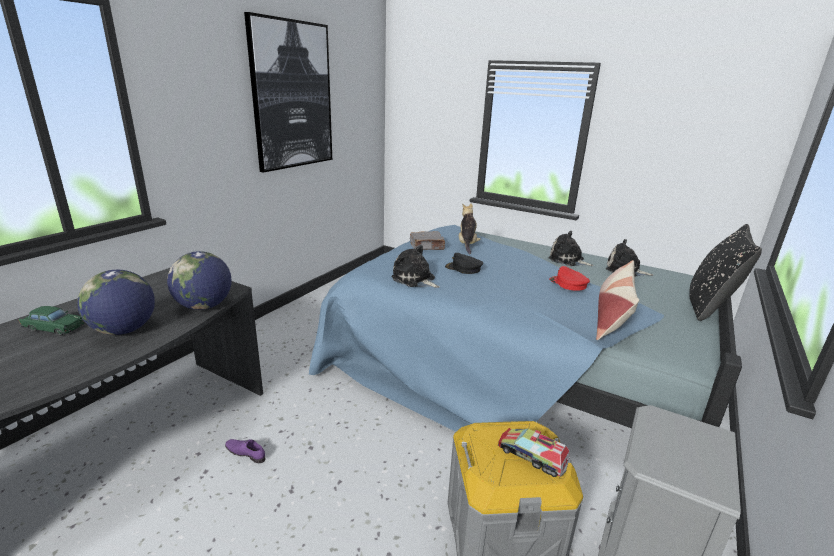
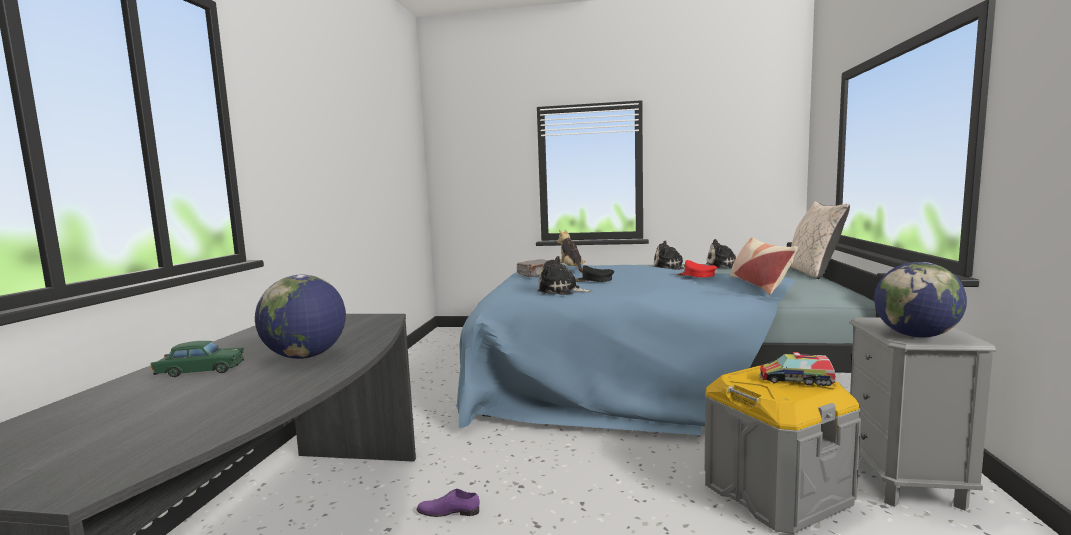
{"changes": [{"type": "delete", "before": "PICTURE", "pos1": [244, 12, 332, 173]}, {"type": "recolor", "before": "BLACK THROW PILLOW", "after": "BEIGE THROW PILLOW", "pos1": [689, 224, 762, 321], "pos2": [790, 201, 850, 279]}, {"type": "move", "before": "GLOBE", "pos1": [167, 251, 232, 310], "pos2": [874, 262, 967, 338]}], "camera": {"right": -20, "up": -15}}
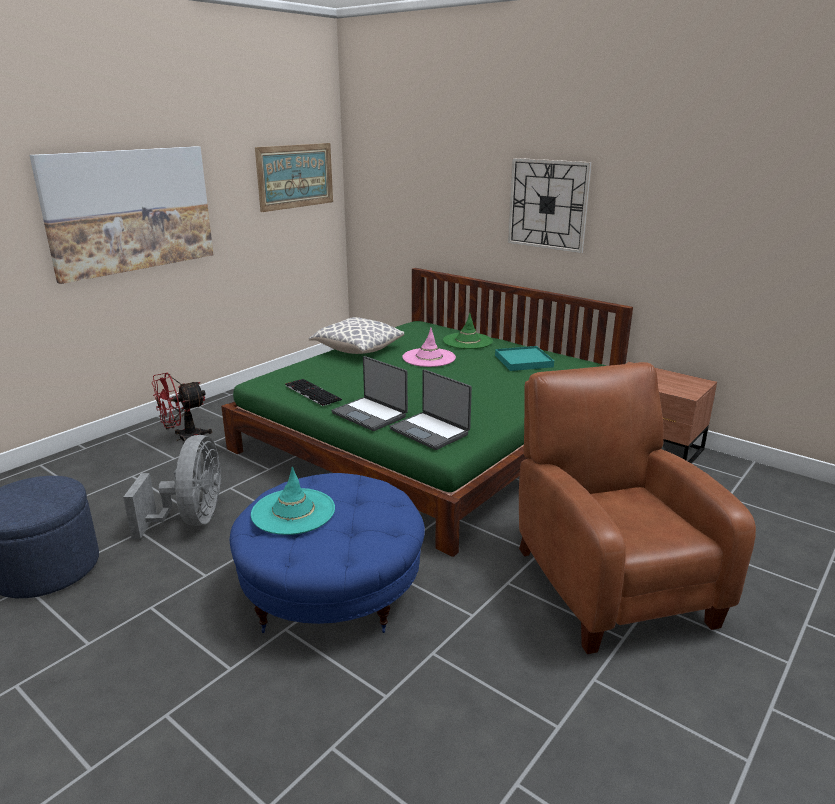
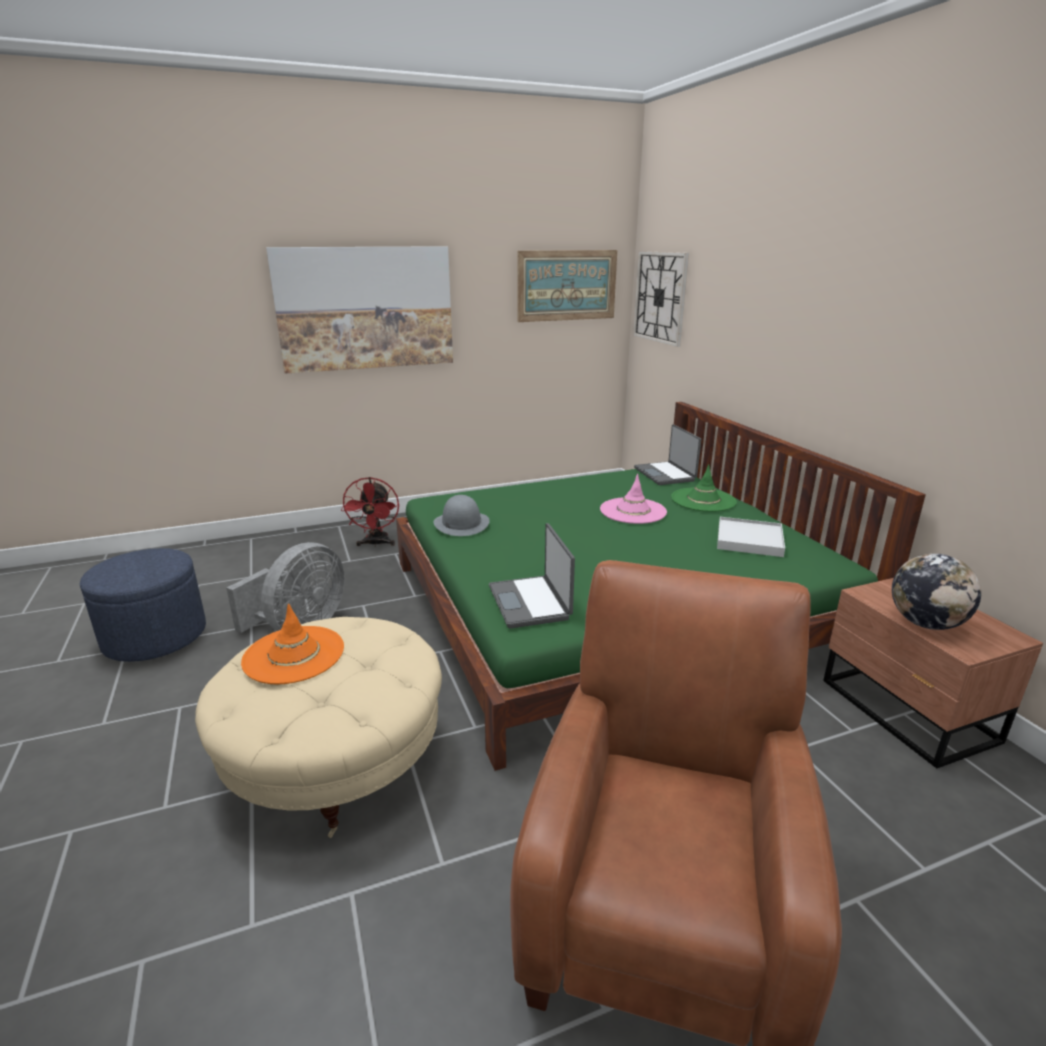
{"changes": [{"type": "move", "before": "HANGING CLOCK", "pos1": [508, 158, 592, 253], "pos2": [633, 251, 689, 347]}, {"type": "delete", "before": "THROW PILLOW", "pos1": [309, 317, 404, 354]}, {"type": "recolor", "before": "TURQUOISE SERVING TRAY", "after": "WHITE SERVING TRAY", "pos1": [495, 346, 554, 371], "pos2": [717, 517, 785, 557]}, {"type": "move", "before": "PORTABLE COMPUTER", "pos1": [332, 356, 408, 431], "pos2": [634, 424, 702, 485]}, {"type": "rotate", "before": "RED COOLING FAN", "pos1": [152, 373, 212, 442], "pos2": [341, 477, 399, 547], "turn": -90}, {"type": "replace", "before": "PC KEYBOARD", "after": "GREYISH WEARABLE HAT", "pos1": [285, 379, 342, 406], "pos2": [433, 495, 490, 536]}, {"type": "recolor", "before": "TURQUOISE WEARABLE HAT", "after": "ORANGE-COLOURED WEARABLE HAT", "pos1": [251, 467, 335, 535], "pos2": [241, 603, 344, 685]}, {"type": "recolor", "before": "BLUE-COLOURED OTTOMAN", "after": "BEIGE OTTOMAN", "pos1": [230, 473, 425, 633], "pos2": [195, 617, 442, 838]}, {"type": "insert", "after": "GLOBE", "pos2": [892, 553, 981, 630]}], "camera": {"right": 30, "up": 0}}
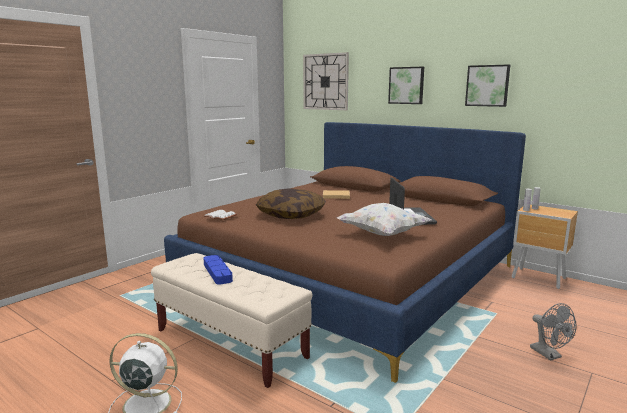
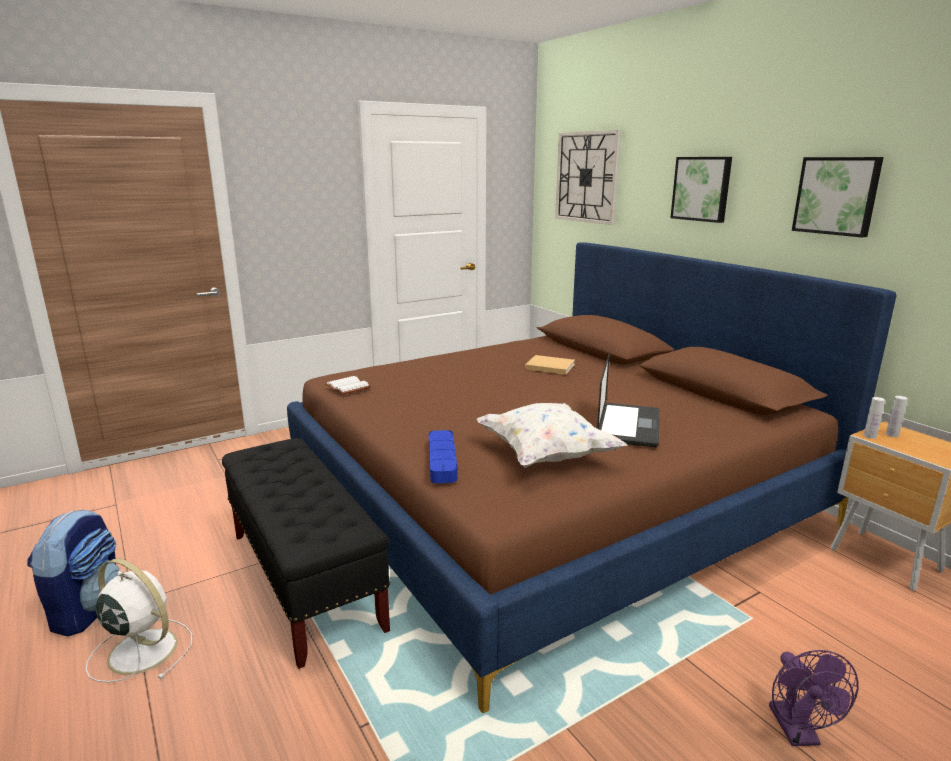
{"changes": [{"type": "delete", "before": "THROW PILLOW", "pos1": [256, 188, 326, 219]}, {"type": "recolor", "before": "BEIGE BENCH", "after": "BLACK BENCH", "pos1": [151, 253, 313, 388], "pos2": [222, 438, 390, 669]}, {"type": "move", "before": "BLUE-COLOURED SERVING TRAY", "pos1": [203, 255, 233, 285], "pos2": [429, 430, 458, 483]}, {"type": "recolor", "before": "GREYISH COOLING FAN", "after": "PURPLE COOLING FAN", "pos1": [530, 303, 577, 361], "pos2": [769, 650, 859, 746]}, {"type": "insert", "after": "BACKPACK", "pos2": [27, 510, 120, 636]}], "camera": {"right": 20, "up": 5}}
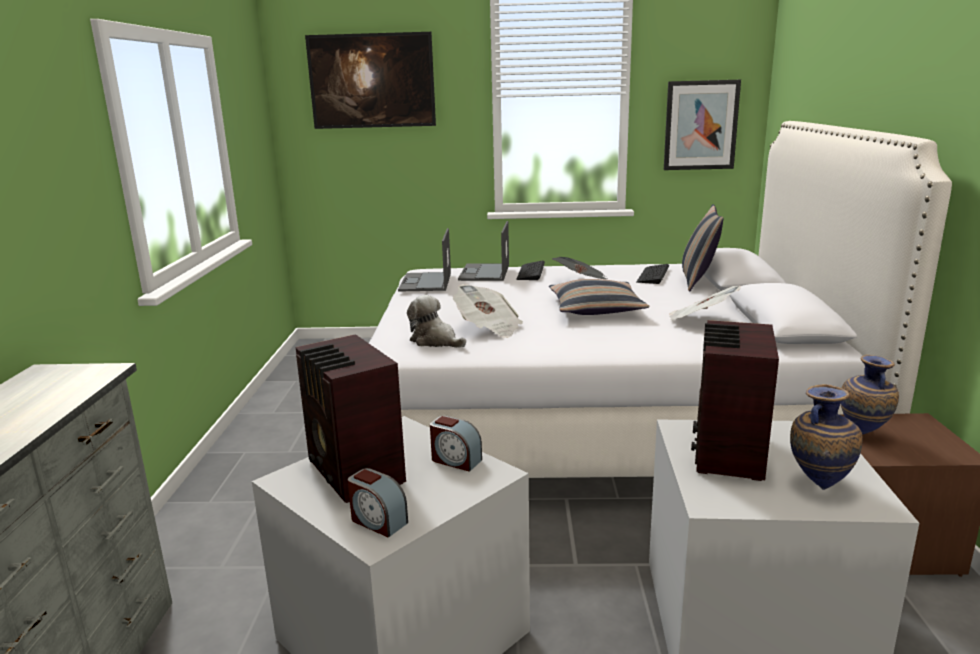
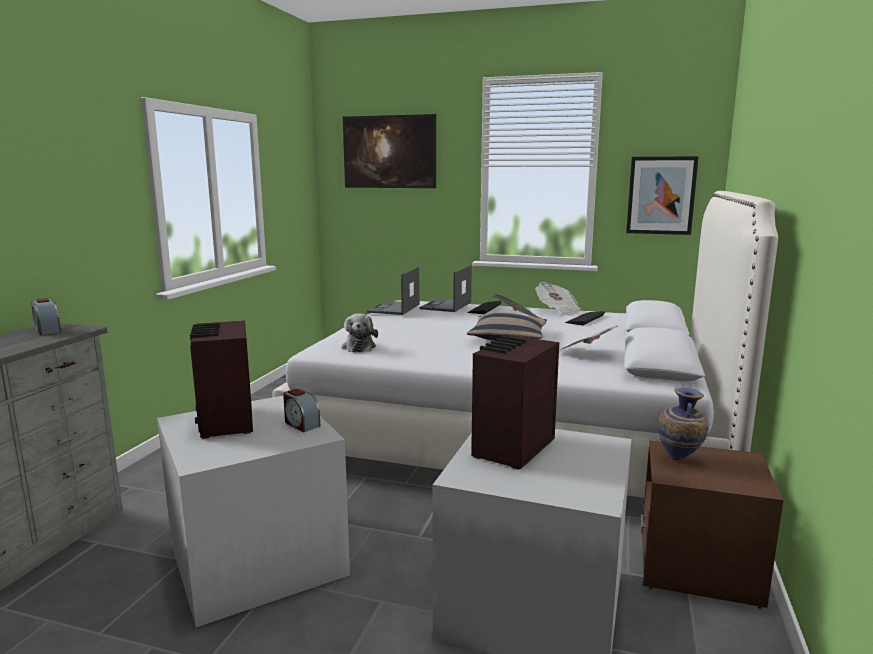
{"changes": [{"type": "delete", "before": "THROW PILLOW", "pos1": [682, 204, 724, 291]}, {"type": "move", "before": "DAILY PAPER", "pos1": [453, 284, 523, 338], "pos2": [535, 282, 581, 316]}, {"type": "rotate", "before": "CUDDLY TOY", "pos1": [407, 295, 466, 348], "pos2": [342, 313, 378, 352], "turn": -150}, {"type": "delete", "before": "VASE", "pos1": [790, 384, 863, 490]}, {"type": "move", "before": "TABLE CLOCK", "pos1": [348, 468, 408, 538], "pos2": [31, 298, 62, 335]}], "camera": {"right": 15, "up": -5}}
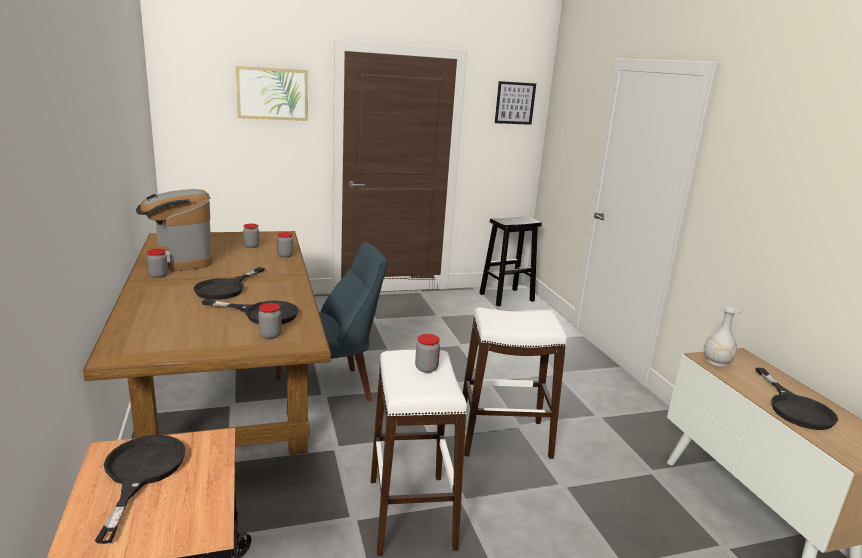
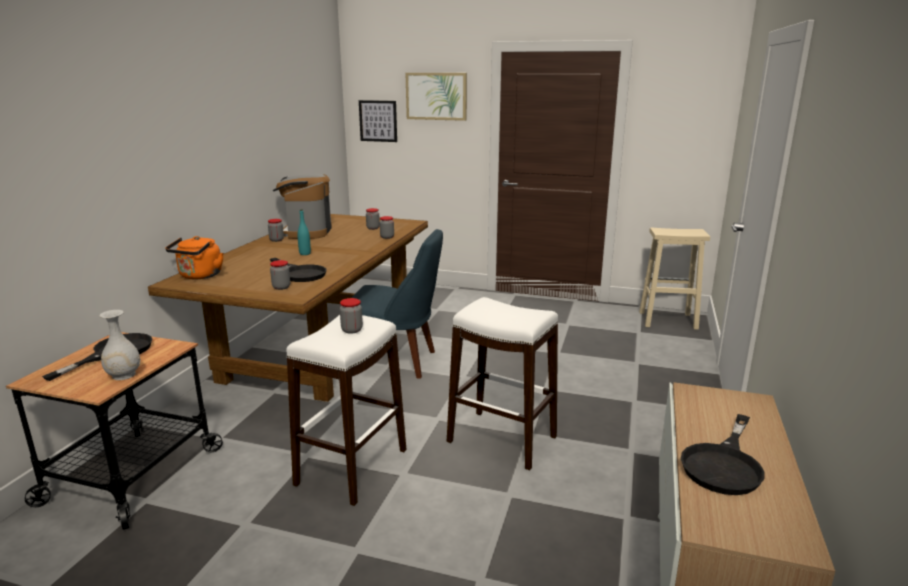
{"changes": [{"type": "move", "before": "PICTURE", "pos1": [495, 81, 536, 125], "pos2": [359, 100, 397, 142]}, {"type": "recolor", "before": "BLACK STOOL", "after": "BEIGE STOOL", "pos1": [479, 216, 542, 306], "pos2": [639, 228, 710, 330]}, {"type": "replace", "before": "BLACK SKILLET", "after": "TURQUOISE DRINK BOTTLE", "pos1": [194, 267, 265, 300], "pos2": [297, 209, 311, 255]}, {"type": "move", "before": "WHITE VASE", "pos1": [704, 306, 741, 367], "pos2": [99, 310, 140, 380]}, {"type": "insert", "after": "ORANGE-COLOURED KETTLE", "pos2": [165, 236, 223, 279]}], "camera": {"right": 35, "up": 0}}
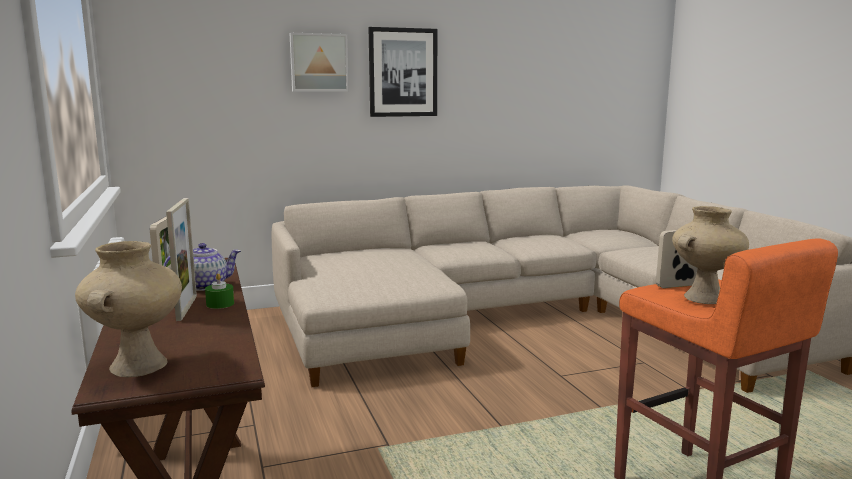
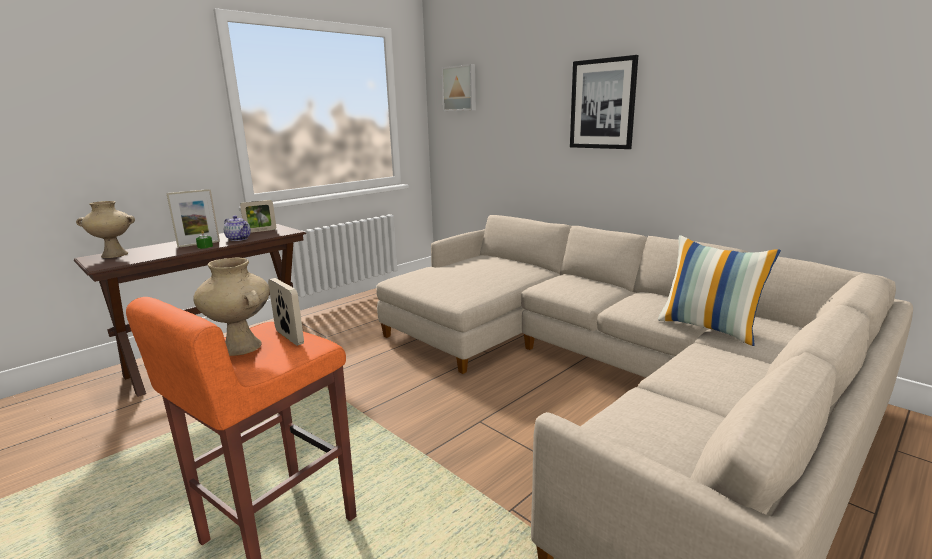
{"changes": [{"type": "move", "before": "PICTURE", "pos1": [289, 33, 349, 92], "pos2": [442, 64, 476, 111]}, {"type": "insert", "after": "THROW PILLOW", "pos2": [658, 235, 781, 346]}], "camera": {"right": 65, "up": 5}}
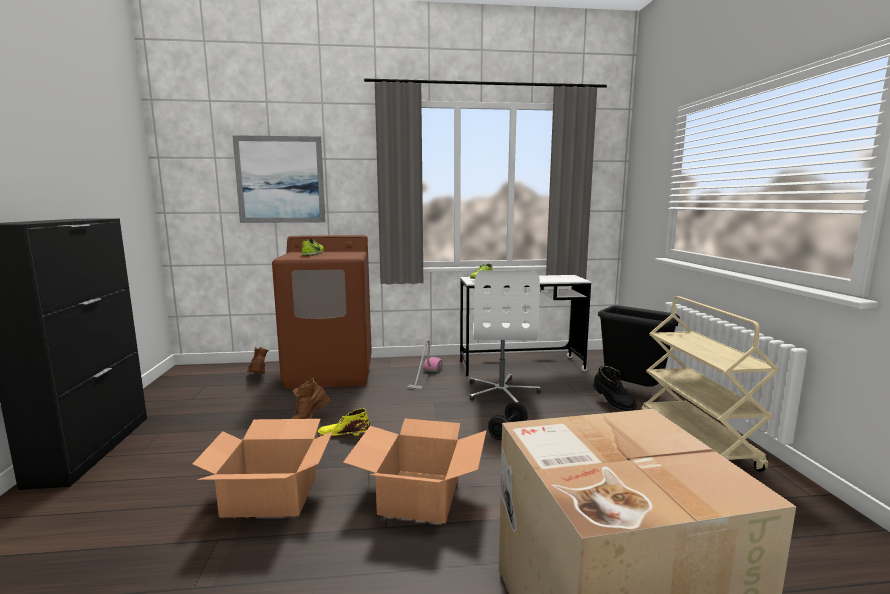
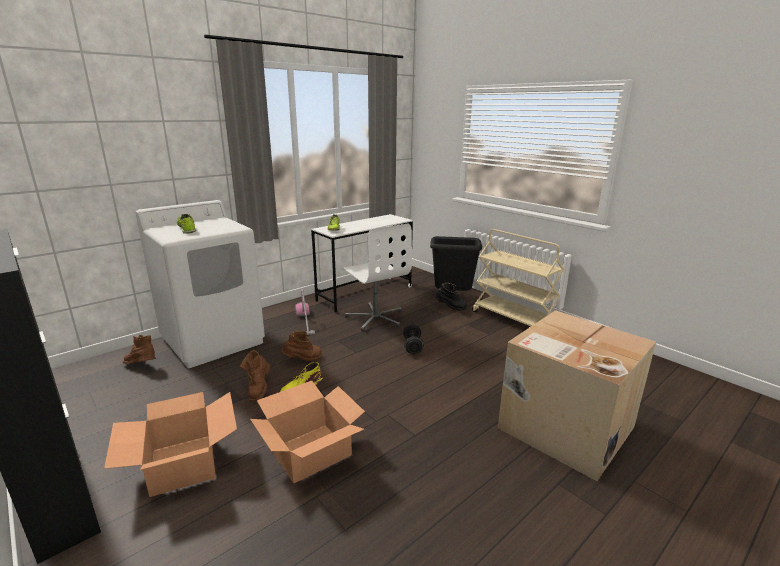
{"changes": [{"type": "delete", "before": "PICTURE", "pos1": [232, 135, 326, 223]}, {"type": "recolor", "before": "BROWN-COLOURED WASHING MACHINE", "after": "WHITE WASHING MACHINE", "pos1": [272, 235, 372, 389], "pos2": [135, 200, 265, 368]}, {"type": "move", "before": "PACKING BOX", "pos1": [343, 418, 487, 524], "pos2": [104, 392, 237, 497]}, {"type": "insert", "after": "BROWN-COLOURED HIGH-TOP BOOT", "pos2": [281, 331, 322, 361]}], "camera": {"right": -35, "up": 10}}
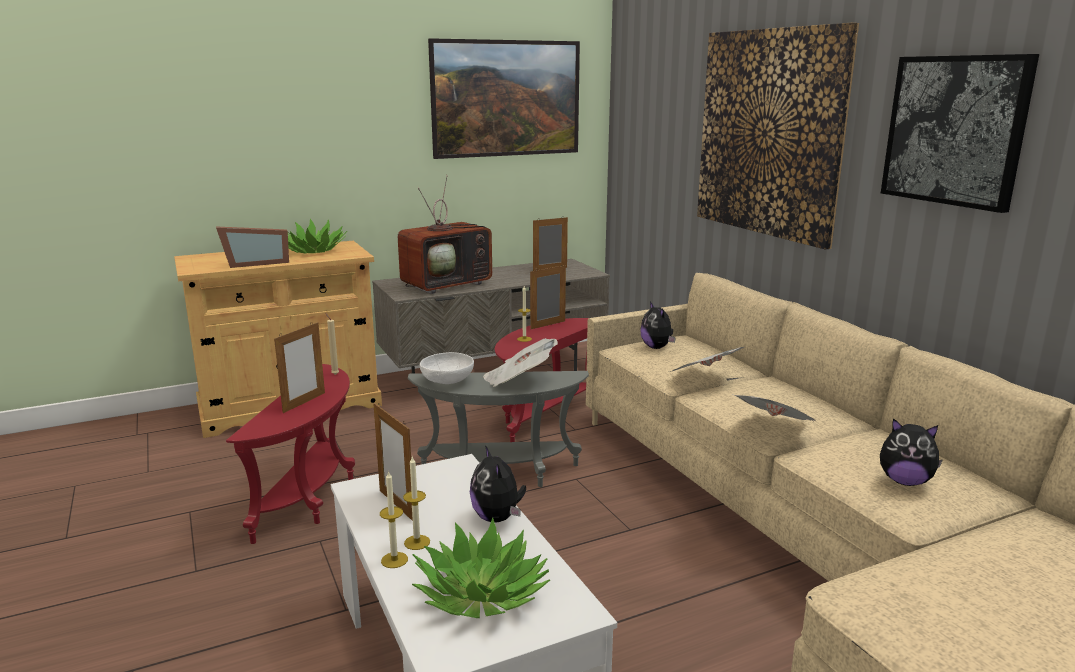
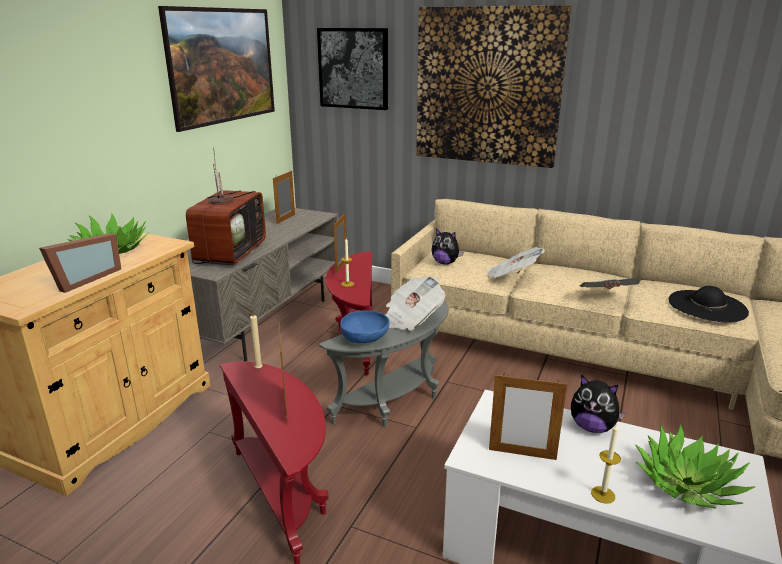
{"changes": [{"type": "move", "before": "PICTURE", "pos1": [881, 54, 1039, 213], "pos2": [317, 28, 388, 110]}, {"type": "recolor", "before": "WHITE SERVING BOWL", "after": "BLUE-COLOURED SERVING BOWL", "pos1": [420, 352, 474, 384], "pos2": [340, 310, 389, 343]}, {"type": "replace", "before": "CUDDLY TOY", "after": "BLACK WEARABLE HAT", "pos1": [880, 418, 943, 486], "pos2": [669, 286, 749, 323]}, {"type": "delete", "before": "WAX LIGHT", "pos1": [403, 457, 430, 550]}], "camera": {"right": -40, "up": 5}}
